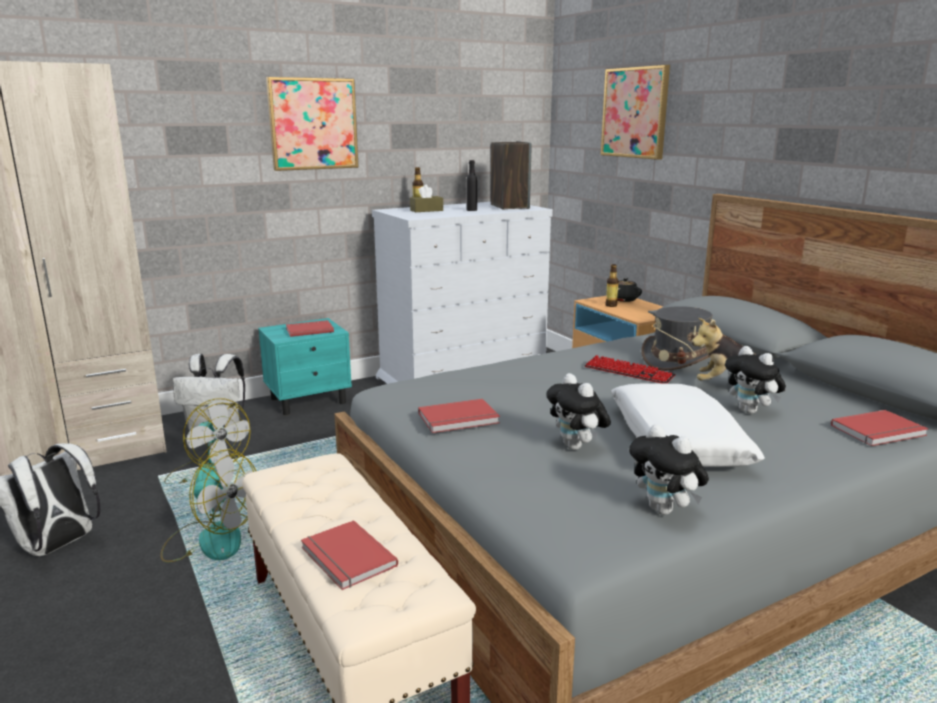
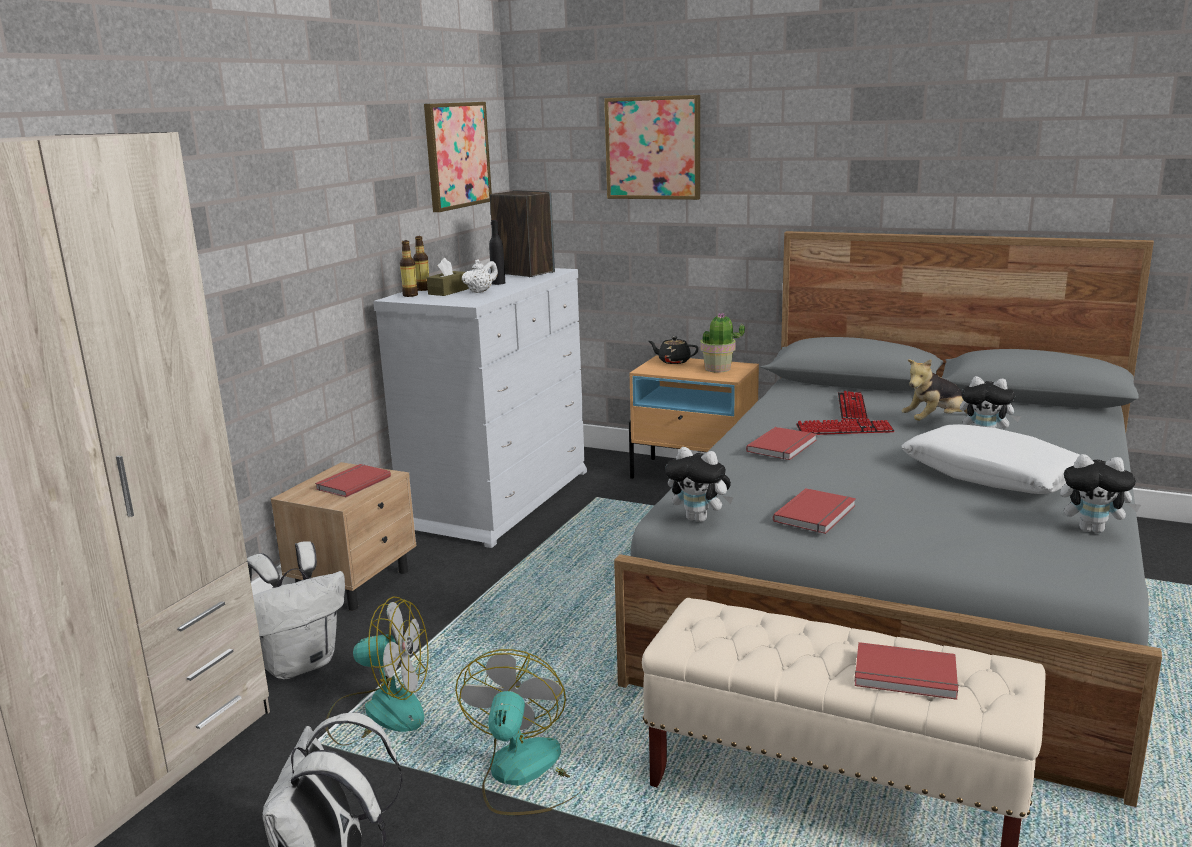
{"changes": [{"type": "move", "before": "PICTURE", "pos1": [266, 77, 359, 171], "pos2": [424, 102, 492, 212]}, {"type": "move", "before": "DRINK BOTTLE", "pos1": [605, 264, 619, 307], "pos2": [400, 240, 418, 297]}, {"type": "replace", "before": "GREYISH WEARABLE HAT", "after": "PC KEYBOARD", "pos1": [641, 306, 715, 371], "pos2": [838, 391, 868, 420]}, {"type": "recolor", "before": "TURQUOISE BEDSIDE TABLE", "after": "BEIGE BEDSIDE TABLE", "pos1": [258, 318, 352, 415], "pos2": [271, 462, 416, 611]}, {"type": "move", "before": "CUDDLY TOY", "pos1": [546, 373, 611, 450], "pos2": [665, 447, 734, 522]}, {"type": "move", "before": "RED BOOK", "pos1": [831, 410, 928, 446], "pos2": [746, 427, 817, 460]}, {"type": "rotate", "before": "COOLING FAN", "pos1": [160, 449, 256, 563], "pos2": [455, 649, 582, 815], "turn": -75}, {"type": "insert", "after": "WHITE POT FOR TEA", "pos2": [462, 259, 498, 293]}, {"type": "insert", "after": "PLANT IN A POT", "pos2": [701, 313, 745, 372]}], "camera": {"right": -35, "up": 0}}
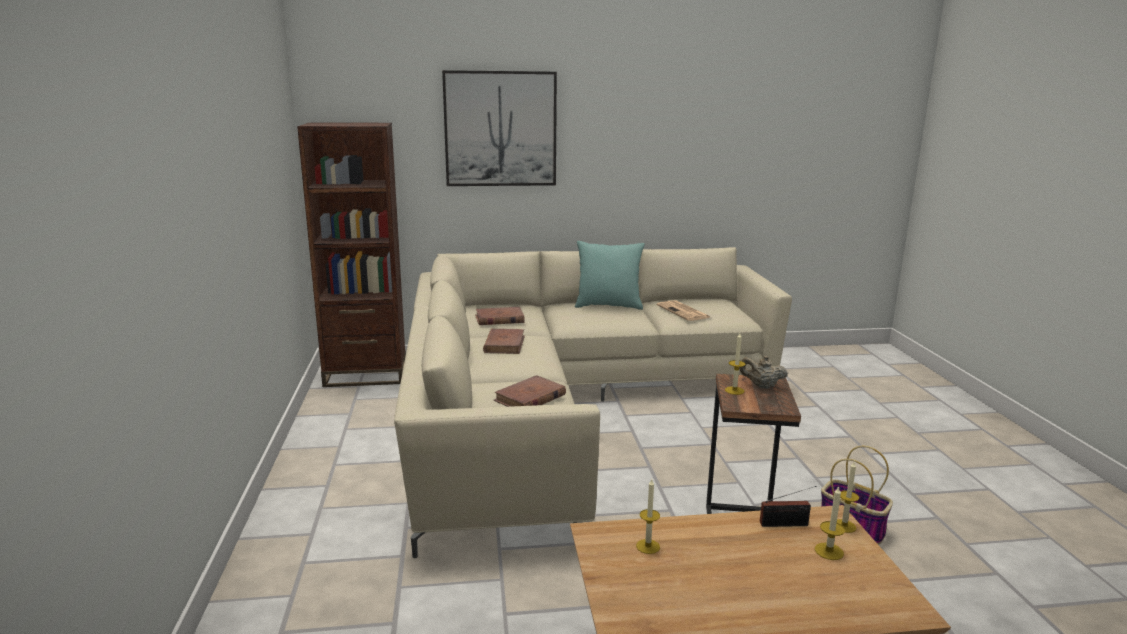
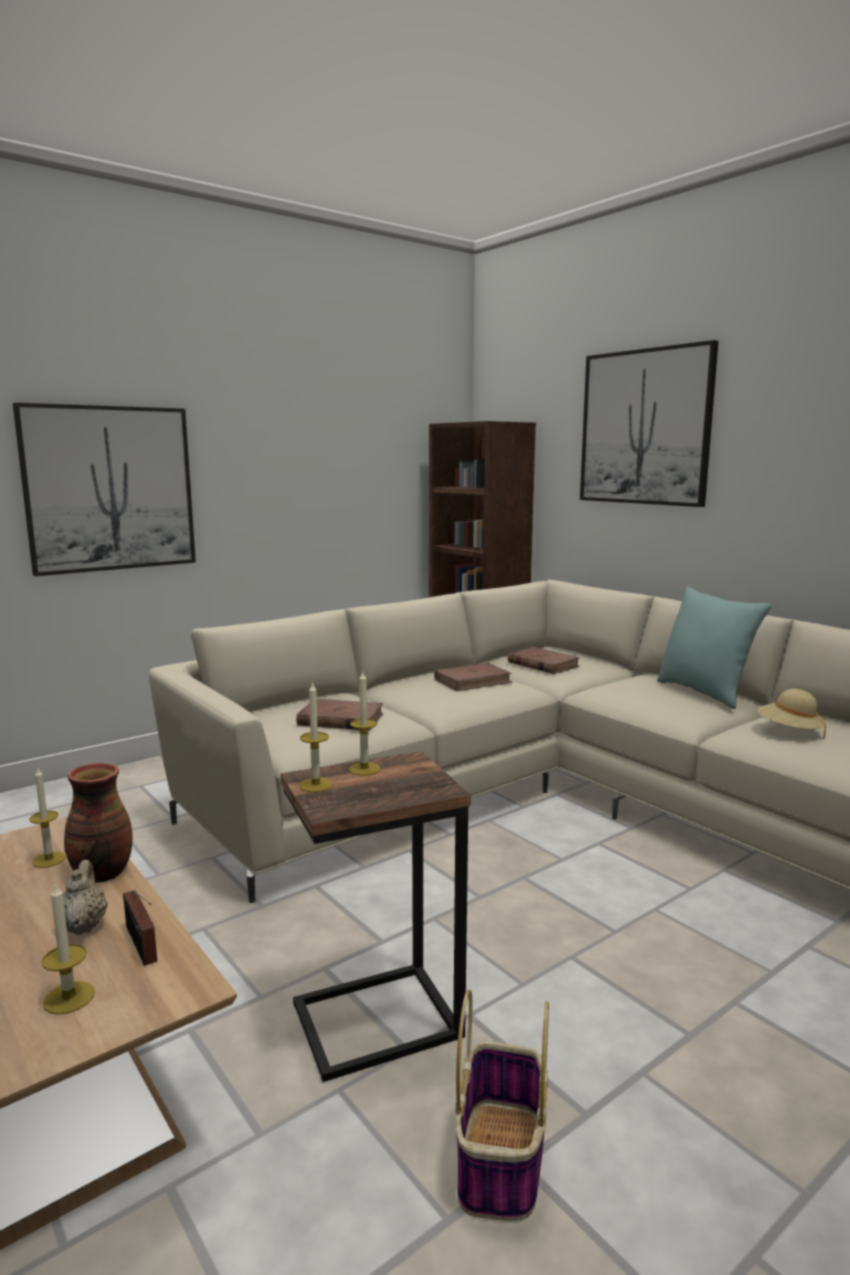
{"changes": [{"type": "replace", "before": "DAILY PAPER", "after": "BEIGE WEARABLE HAT", "pos1": [657, 300, 711, 321], "pos2": [758, 689, 826, 739]}, {"type": "move", "before": "BEIGE POT FOR TEA", "pos1": [740, 356, 788, 389], "pos2": [63, 860, 108, 935]}, {"type": "move", "before": "WAX LIGHT", "pos1": [837, 462, 859, 533], "pos2": [299, 681, 333, 792]}, {"type": "insert", "after": "PICTURE", "pos2": [13, 403, 196, 576]}, {"type": "insert", "after": "VASE", "pos2": [64, 763, 133, 883]}], "camera": {"right": 60, "up": -5}}
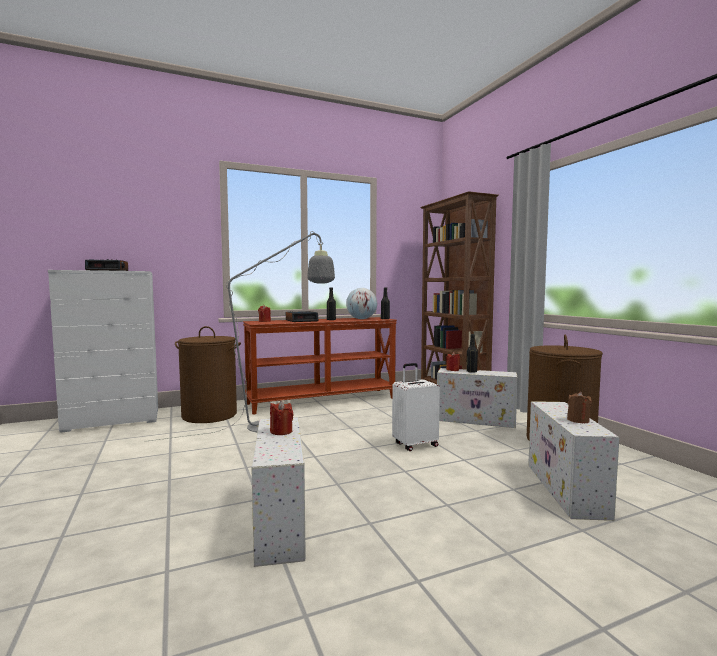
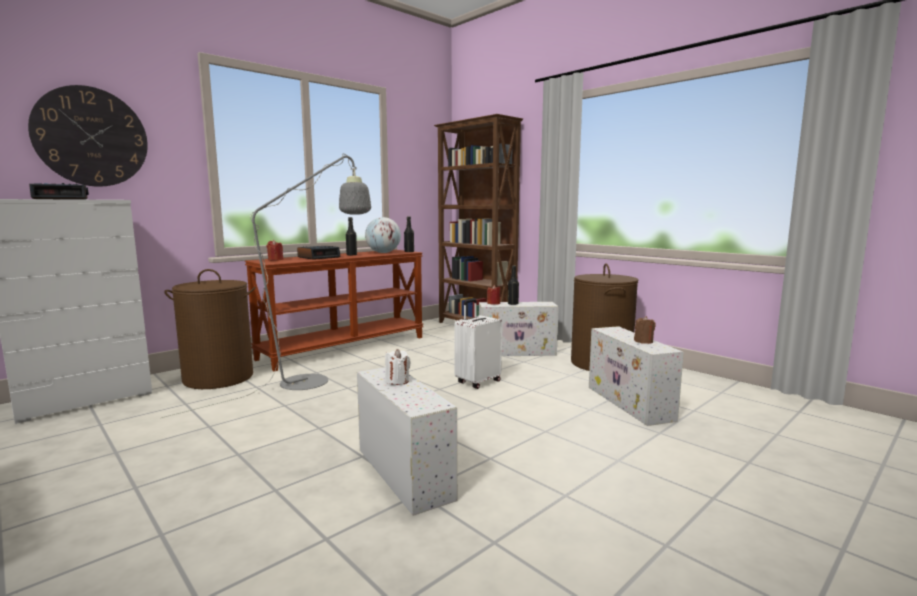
{"changes": [{"type": "recolor", "before": "RED WAX LIGHT", "after": "WHITE WAX LIGHT", "pos1": [270, 401, 293, 435], "pos2": [385, 349, 411, 385]}, {"type": "insert", "after": "HANGING CLOCK", "pos2": [28, 85, 148, 187]}], "camera": {"right": -20, "up": 5}}
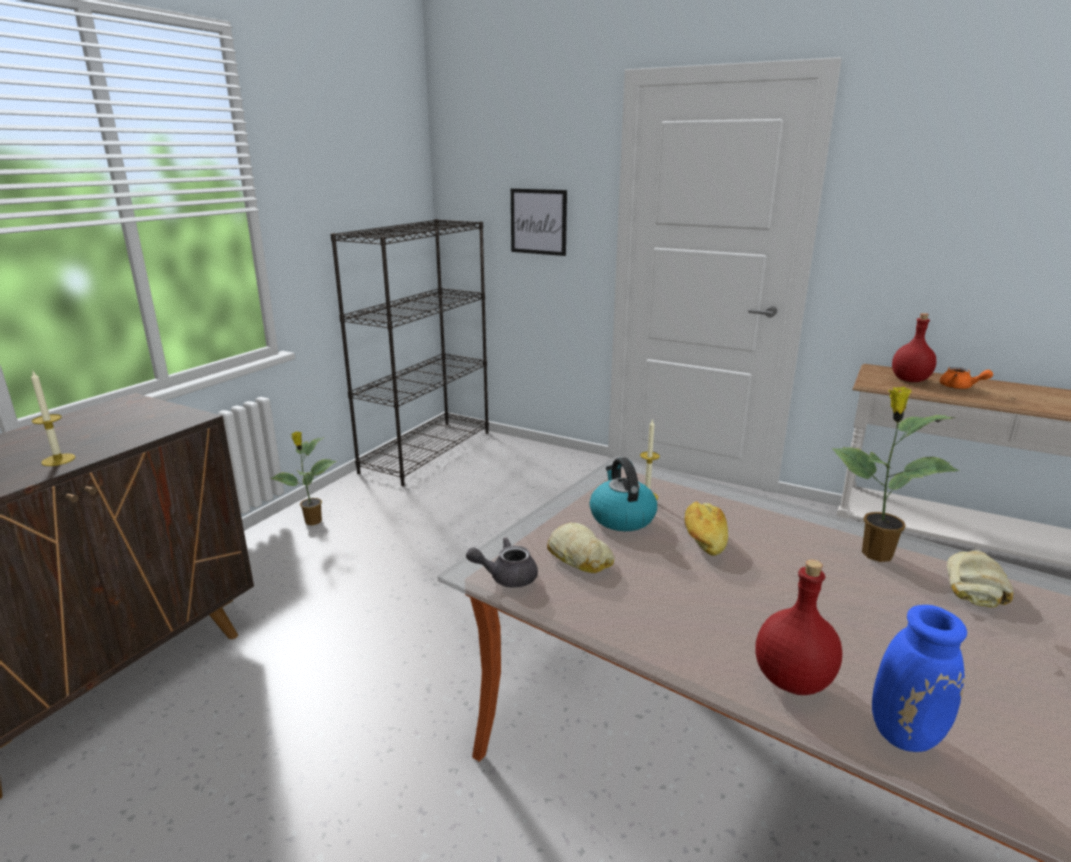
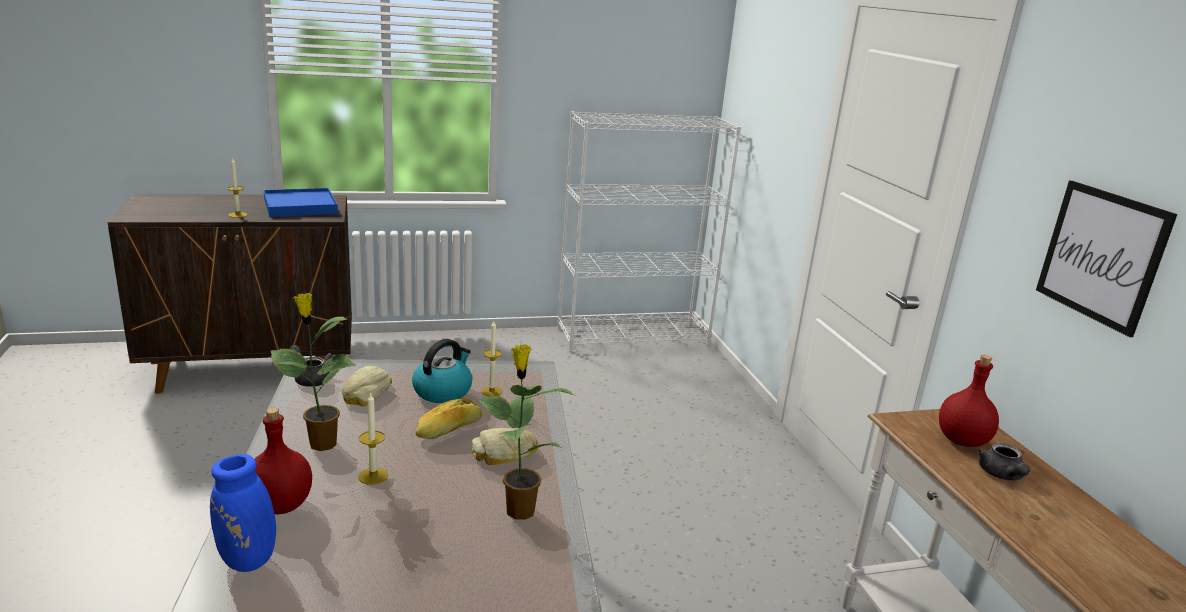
{"changes": [{"type": "move", "before": "PICTURE", "pos1": [511, 188, 567, 256], "pos2": [1036, 181, 1177, 337]}, {"type": "recolor", "before": "BLACK BOOKSHELF", "after": "WHITE BOOKSHELF", "pos1": [331, 219, 489, 486], "pos2": [558, 111, 741, 352]}, {"type": "recolor", "before": "ORANGE-COLOURED POT FOR TEA", "after": "GREYISH POT FOR TEA", "pos1": [940, 367, 993, 389], "pos2": [978, 443, 1030, 481]}, {"type": "move", "before": "PLANT IN A POT", "pos1": [270, 432, 336, 525], "pos2": [270, 293, 356, 451]}, {"type": "move", "before": "BREAD", "pos1": [947, 550, 1014, 608], "pos2": [472, 428, 539, 465]}, {"type": "insert", "after": "BLUE-COLOURED SERVING TRAY", "pos2": [264, 188, 338, 217]}, {"type": "insert", "after": "WAX LIGHT", "pos2": [358, 392, 388, 485]}], "camera": {"right": 45, "up": 0}}
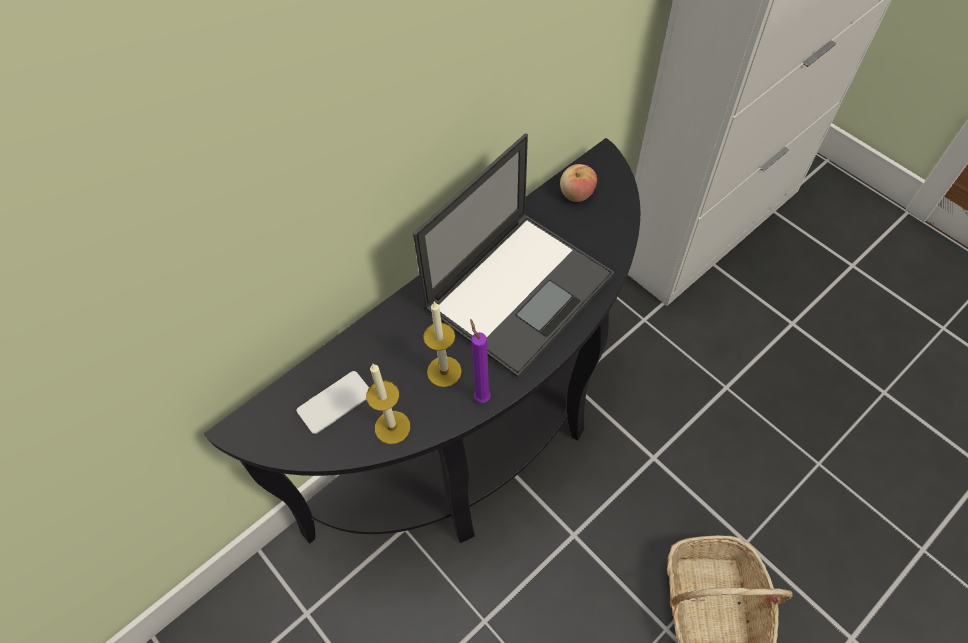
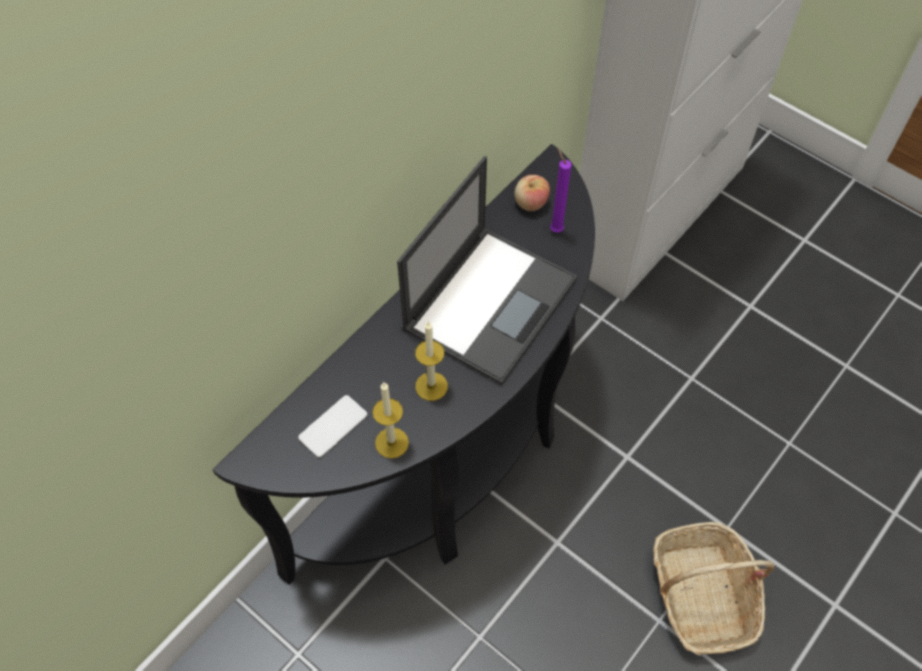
{"changes": [{"type": "move", "before": "PURPLE WAX LIGHT", "pos1": [470, 319, 491, 403], "pos2": [550, 148, 572, 233]}], "camera": {"right": -10, "up": 0}}
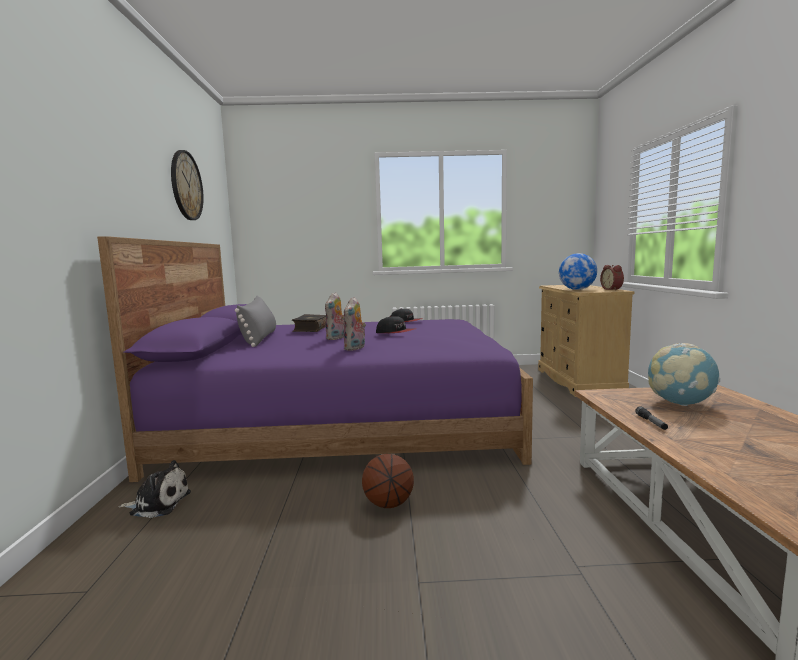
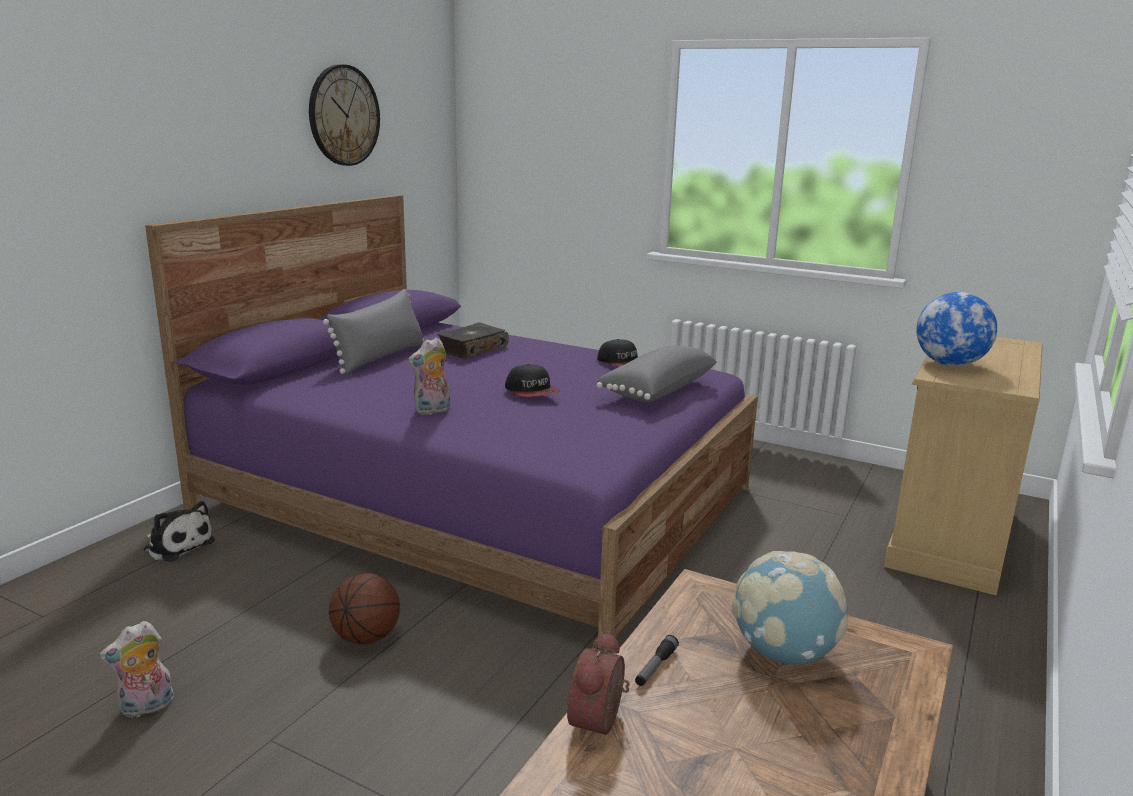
{"changes": [{"type": "move", "before": "TABLE CLOCK", "pos1": [600, 265, 624, 290], "pos2": [567, 631, 630, 741]}, {"type": "move", "before": "CUDDLY TOY", "pos1": [325, 292, 344, 340], "pos2": [99, 621, 174, 719]}, {"type": "insert", "after": "GREYISH THROW PILLOW", "pos2": [596, 346, 717, 402]}], "camera": {"right": 30, "up": 10}}
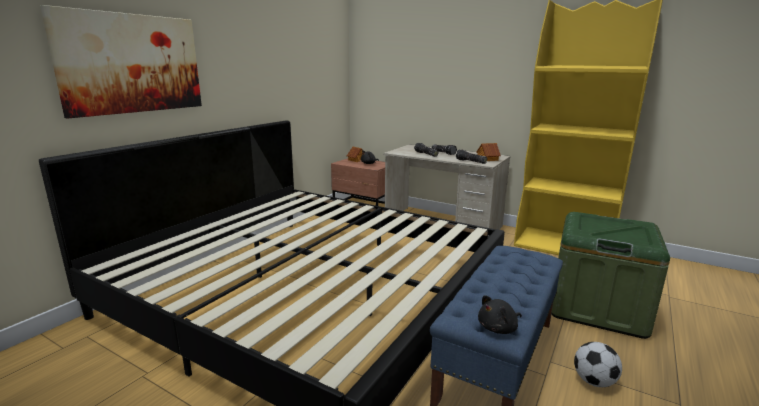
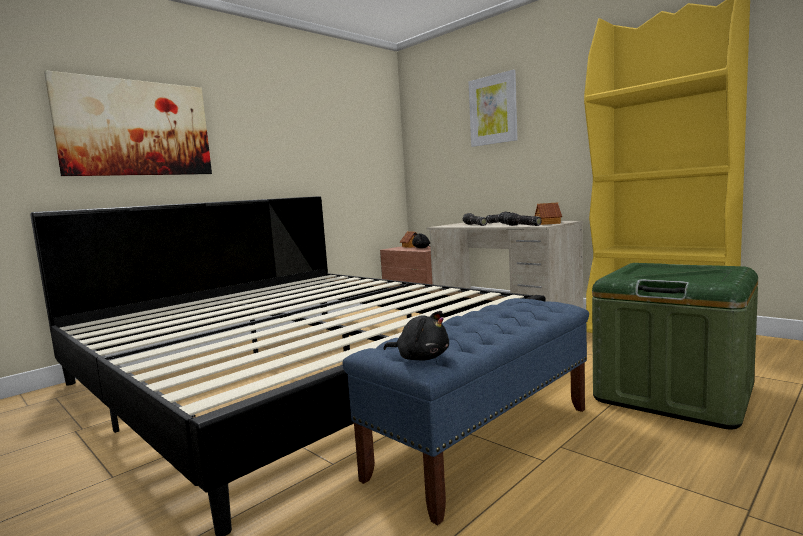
{"changes": [{"type": "rotate", "before": "BLACK CUDDLY TOY", "pos1": [478, 295, 522, 334], "pos2": [383, 311, 449, 361], "turn": -135}, {"type": "delete", "before": "FOOTBALL BALL", "pos1": [574, 342, 622, 387]}, {"type": "insert", "after": "PICTURE", "pos2": [469, 70, 518, 147]}], "camera": {"right": 15, "up": -10}}
